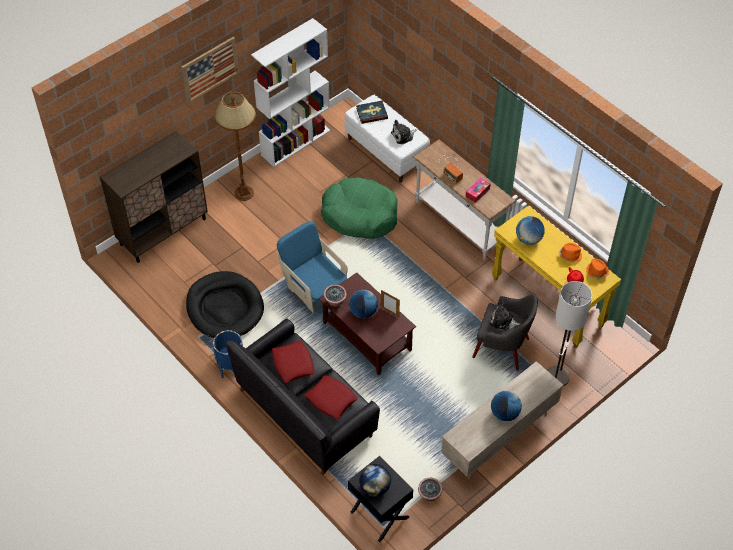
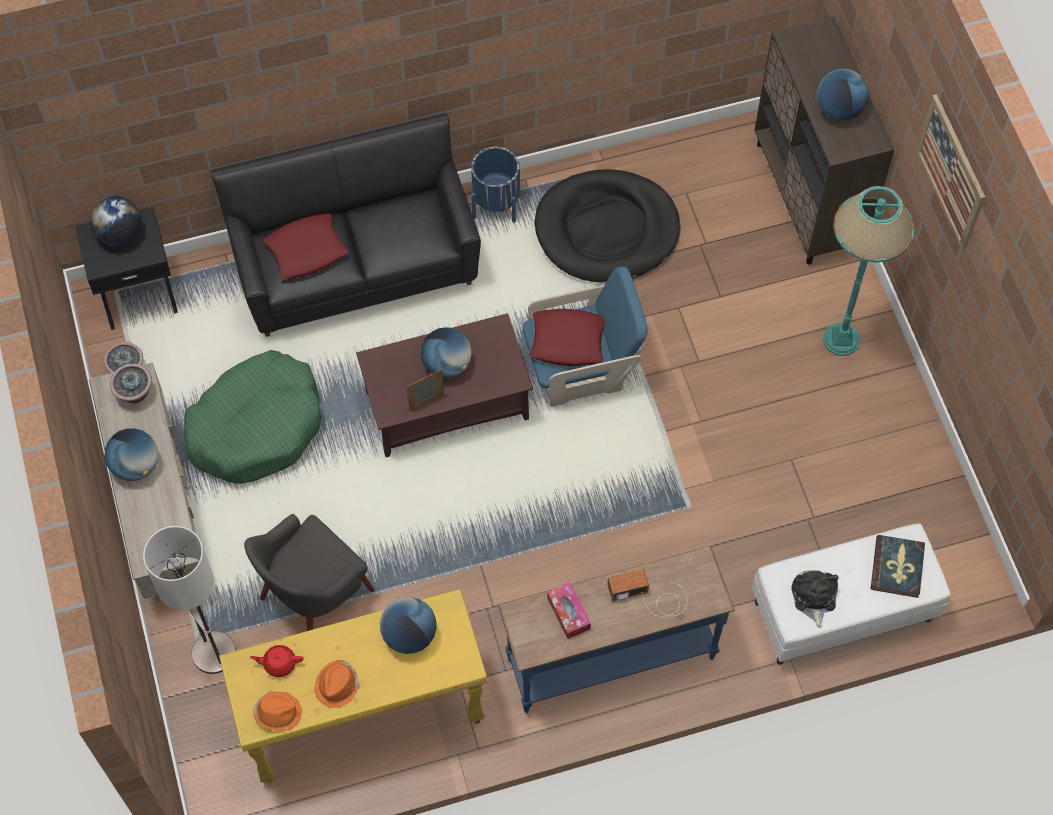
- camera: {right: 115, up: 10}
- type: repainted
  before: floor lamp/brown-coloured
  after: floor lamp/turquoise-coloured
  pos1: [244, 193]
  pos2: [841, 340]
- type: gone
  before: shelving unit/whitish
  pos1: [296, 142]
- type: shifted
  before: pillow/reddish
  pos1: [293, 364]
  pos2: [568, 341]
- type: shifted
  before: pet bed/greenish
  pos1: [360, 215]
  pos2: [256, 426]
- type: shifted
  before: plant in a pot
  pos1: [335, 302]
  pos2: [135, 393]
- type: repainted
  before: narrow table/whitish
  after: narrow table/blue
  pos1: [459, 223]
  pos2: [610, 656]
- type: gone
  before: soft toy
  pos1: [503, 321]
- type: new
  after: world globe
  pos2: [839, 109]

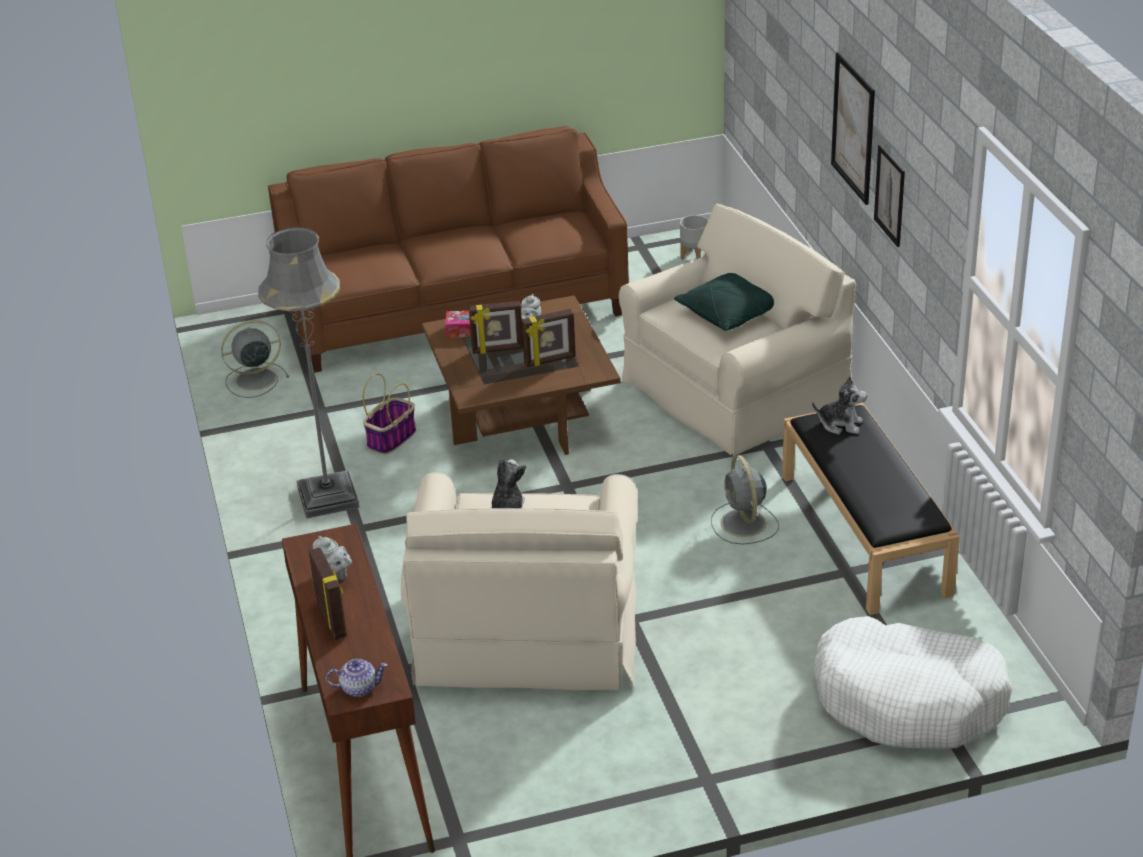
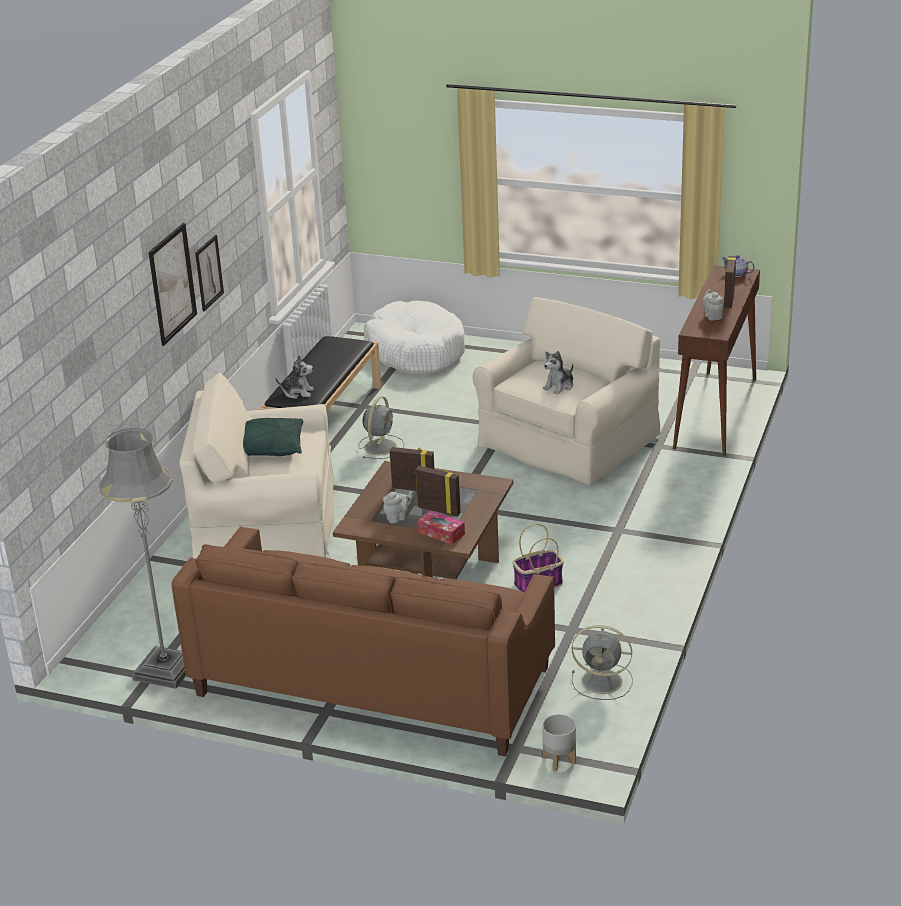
- camera: {right: -145, up: -5}
- type: shifted
  before: floor lamp/gray
  pos1: [328, 497]
  pos2: [165, 670]
- type: shifted
  before: flower pot/gray
  pos1: [694, 256]
  pos2: [558, 760]
- type: rotated
  before: soft toy
  pos1: [840, 424]
  pos2: [297, 392]
  turn: 135

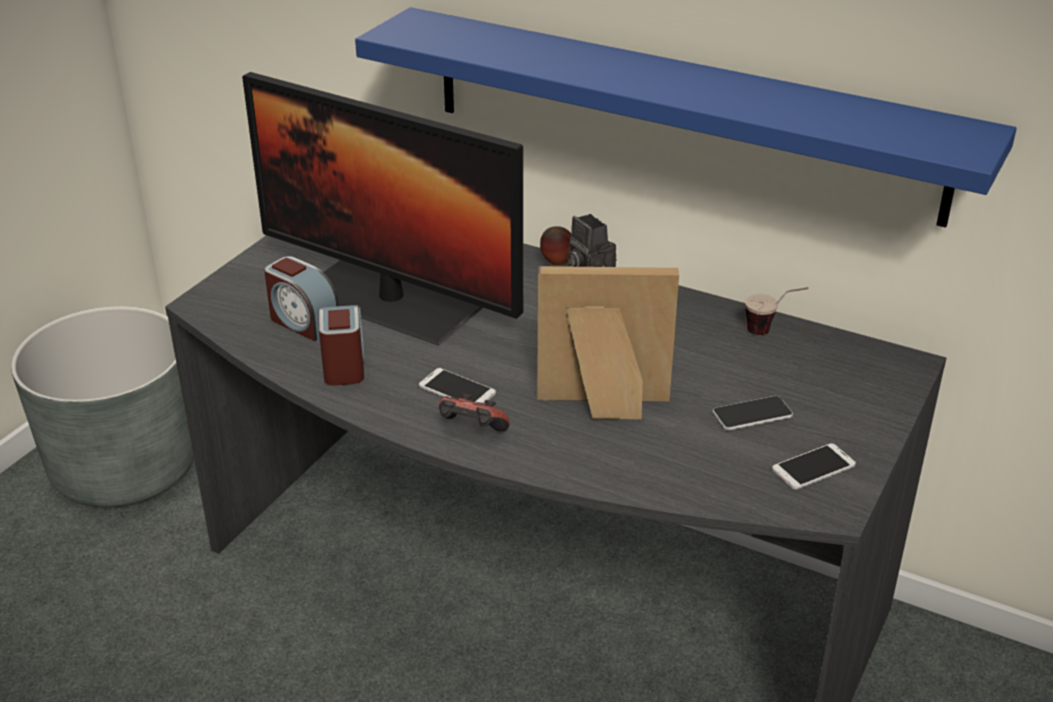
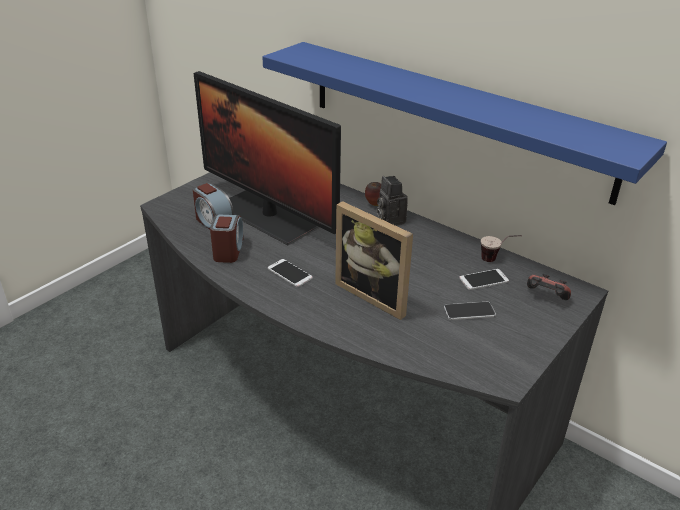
- camera: {right: 10, up: 0}
- type: gone
  before: flower pot/gray
  pos1: [125, 468]
- type: shifted
  before: game controller
  pos1: [471, 431]
  pos2: [545, 298]
- type: rotated
  before: standing frame
  pos1: [603, 406]
  pos2: [376, 294]
  turn: -150
- type: shifted
  before: telephone
  pos1: [813, 467]
  pos2: [483, 280]

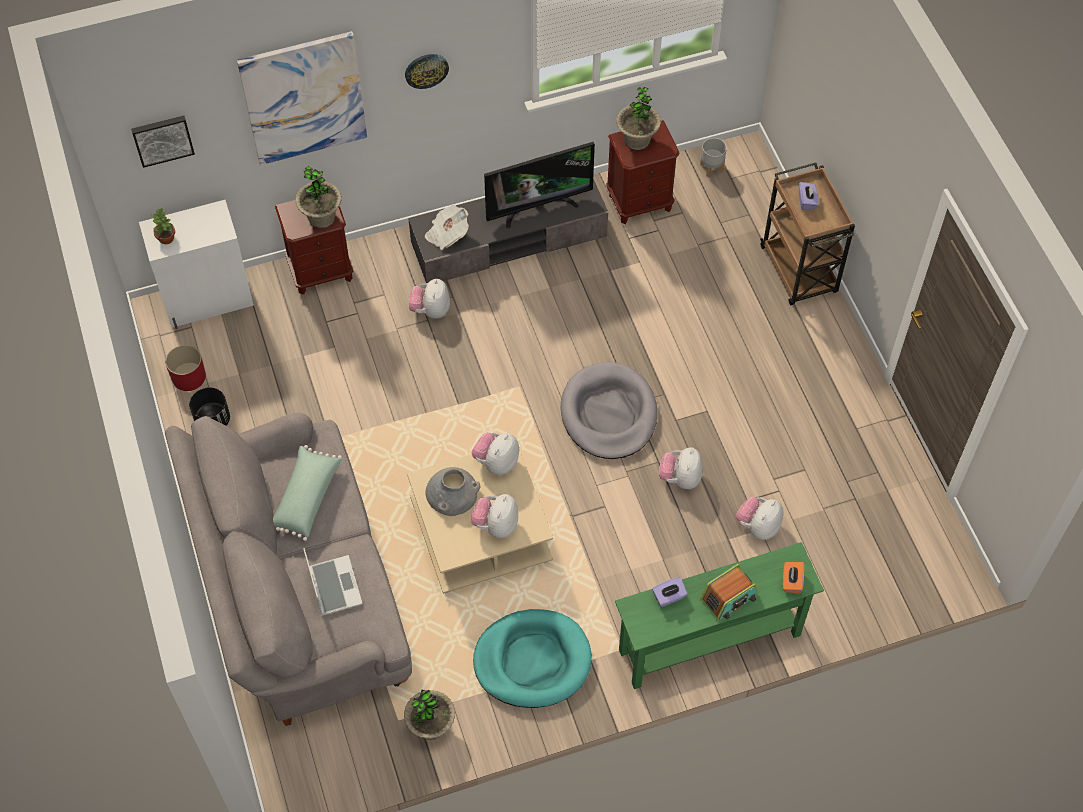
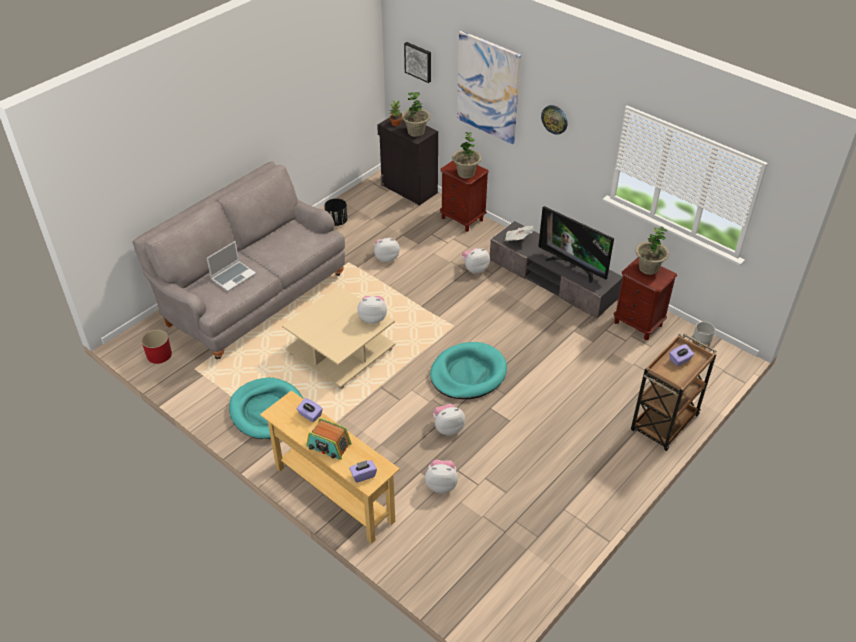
- camera: {right: 60, up: -15}
- type: repainted
  before: storage cabinet/whitish
  after: storage cabinet/blackish
  pos1: [208, 300]
  pos2: [409, 189]
- type: shifted
  before: flower pot/reddish
  pos1: [188, 377]
  pos2: [159, 355]
- type: gone
  before: pillow/greenish
  pos1: [305, 497]
- type: shifted
  before: plant in a pot
  pos1: [431, 726]
  pos2: [416, 132]
- type: gone
  before: flower vase/gray
  pos1: [452, 493]
- type: shifted
  before: soft toy
  pos1: [496, 525]
  pos2: [386, 258]
- type: repainted
  before: pet bed/gray
  after: pet bed/turquoise-coloured
  pos1: [608, 414]
  pos2: [468, 373]
- type: repainted
  before: narrow table/greenish
  after: narrow table/sand-coloured
  pos1: [710, 643]
  pos2: [333, 494]
- type: repainted
  before: tissue box/orange-coloured
  after: tissue box/purple
  pos1: [791, 582]
  pos2: [363, 475]

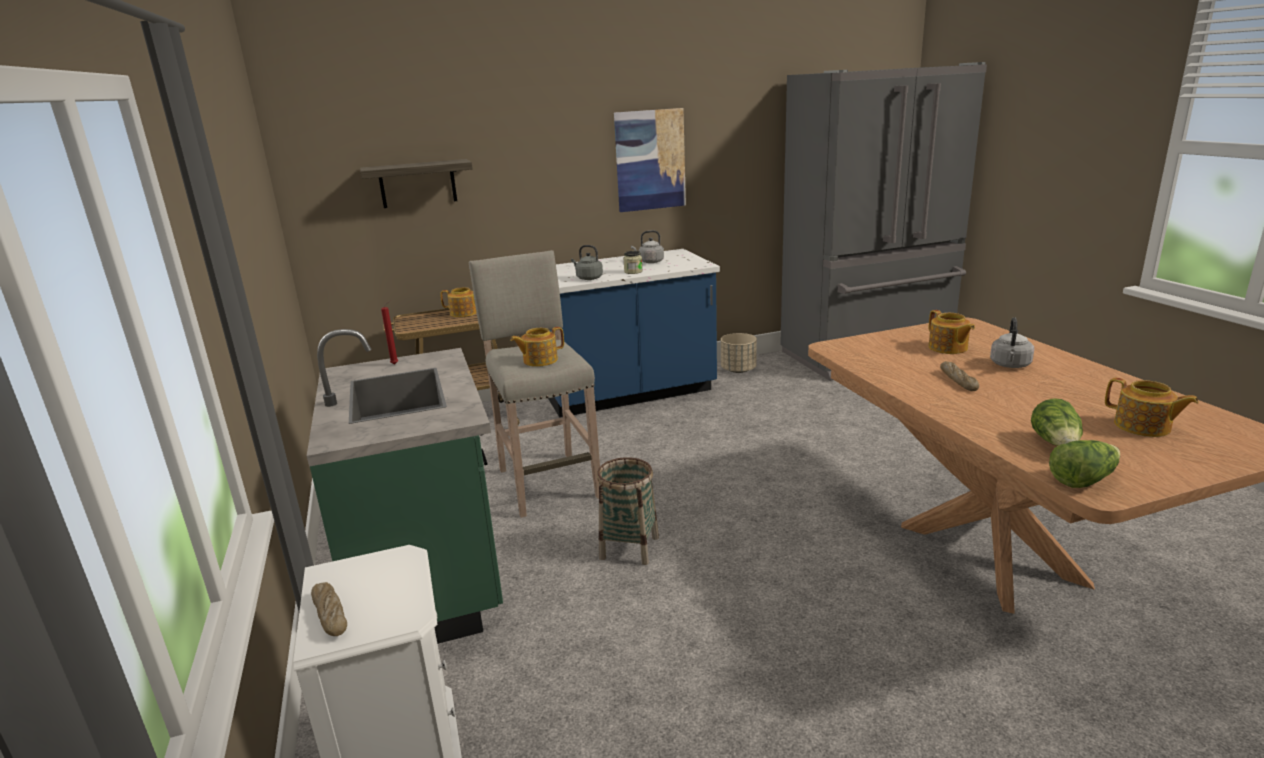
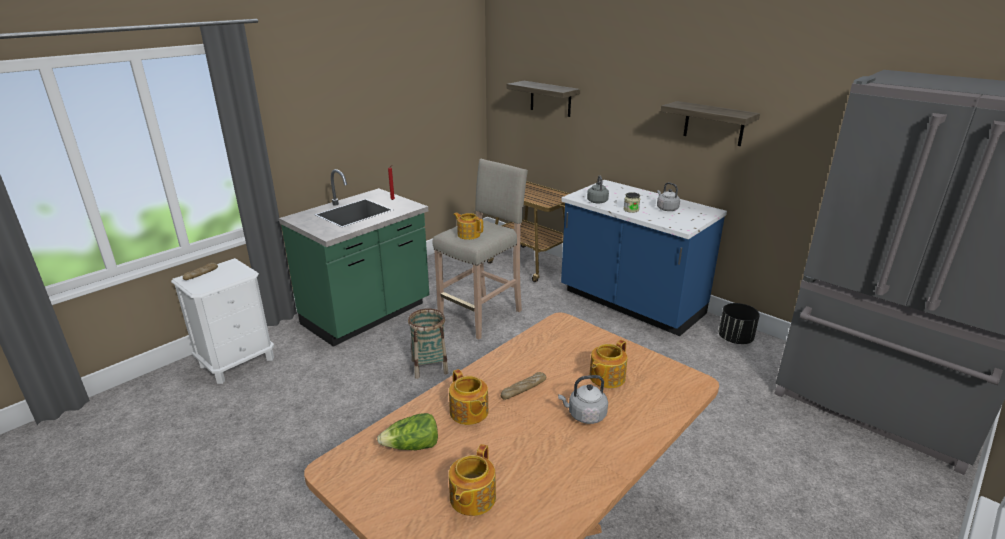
- camera: {right: 60, up: 5}
- type: shifted
  before: tea pot
  pos1: [464, 313]
  pos2: [469, 412]
- type: swapped
  before: wall art
  after: bracket shelf
  pos1: [650, 160]
  pos2: [714, 123]
- type: repainted
  before: flower pot/sand-coloured
  after: flower pot/blackish
  pos1: [738, 370]
  pos2: [735, 339]
- type: gone
  before: lettuce head
  pos1: [1082, 479]

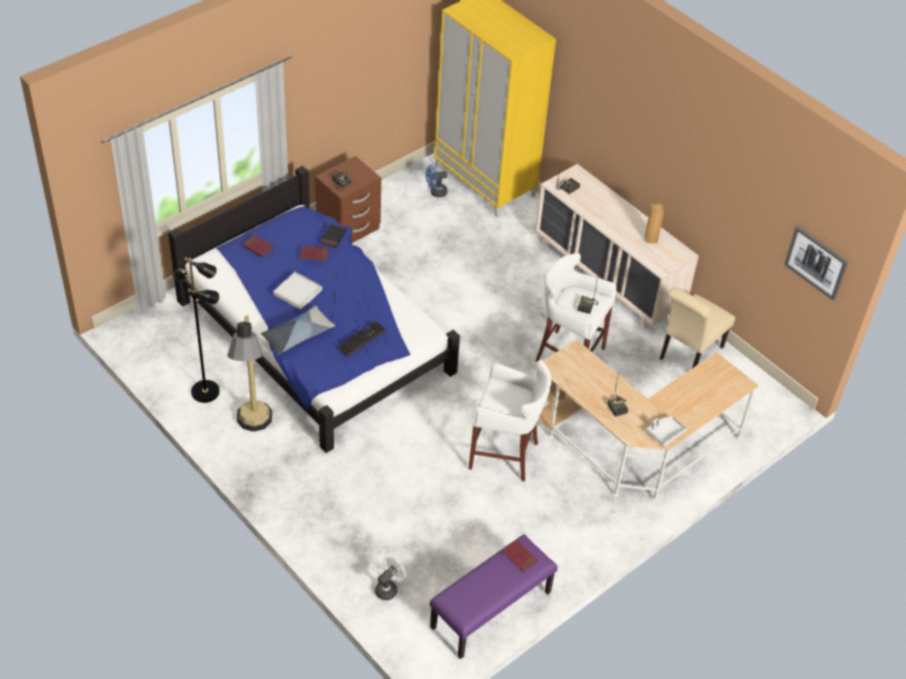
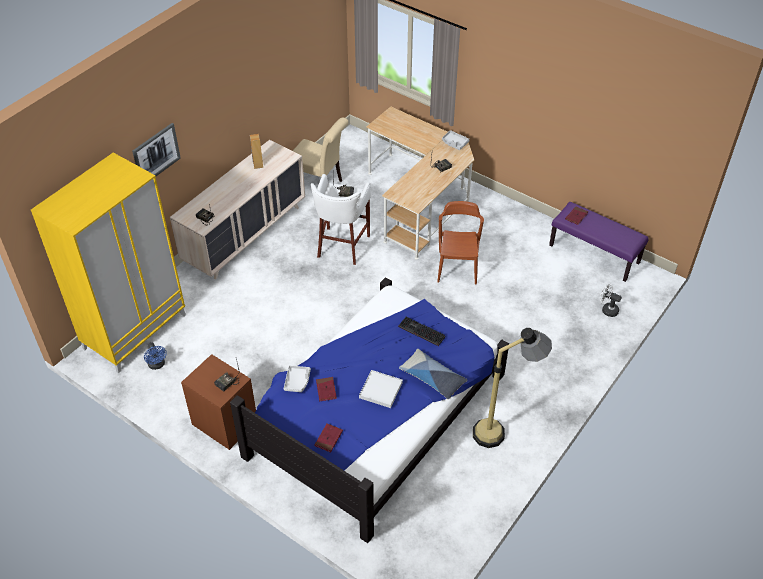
- camera: {right: -100, up: 0}
- type: gone
  before: floor lamp/blackish
  pos1: [206, 391]
- type: swapped
  before: book/blackish
  after: carrying tray/gray
  pos1: [333, 237]
  pos2: [297, 381]
- type: swapped
  before: stool/whitish
  after: upright chair/brown-coloured
  pos1: [505, 455]
  pos2: [457, 267]
- type: shifted
  before: wall art
  pos1: [816, 262]
  pos2: [156, 154]

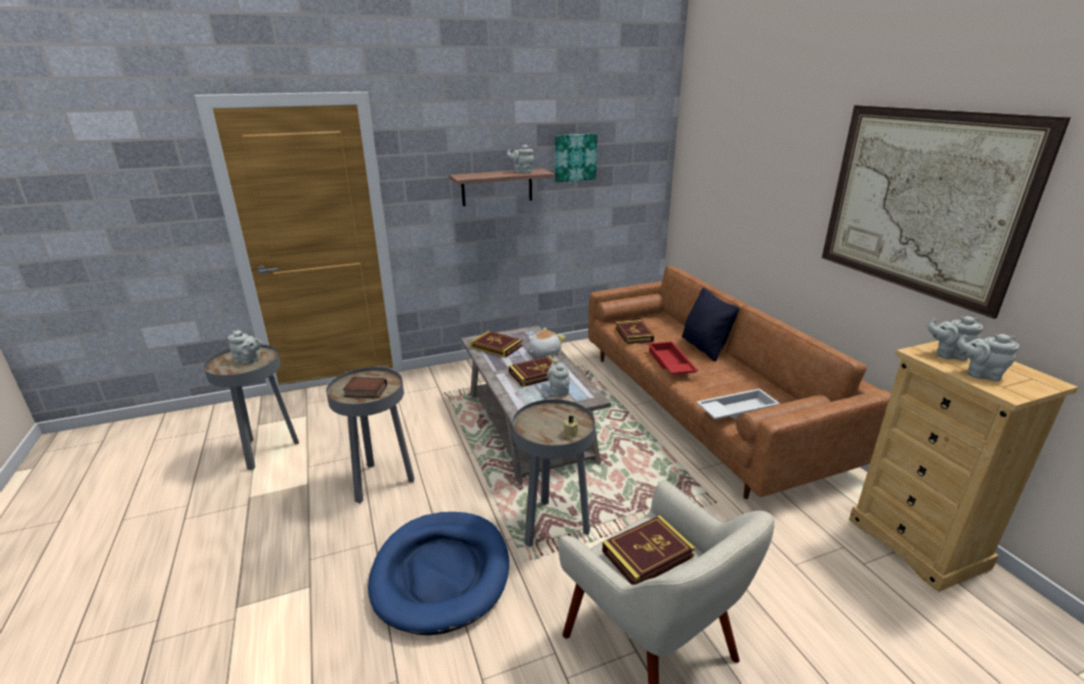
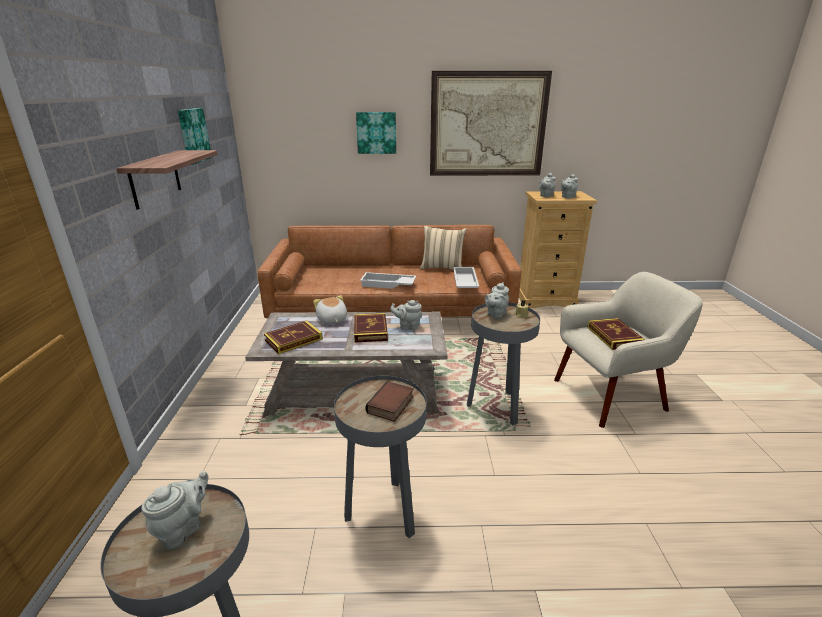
- camera: {right: -70, up: 0}
- type: gone
  before: pet bed/blue
  pos1: [441, 573]
- type: shifted
  before: tea pot/gray
  pos1: [522, 172]
  pos2: [495, 314]
- type: gone
  before: book
  pos1: [633, 334]
- type: repainted
  before: carrying tray/reddish
  after: carrying tray/whitish
  pos1: [669, 364]
  pos2: [387, 284]
- type: gone
  before: pillow/blackish
  pos1: [704, 347]
- type: new
  after: wall art
  pos2: [376, 133]
- type: new
  after: pillow/sand-coloured
  pos2: [442, 268]

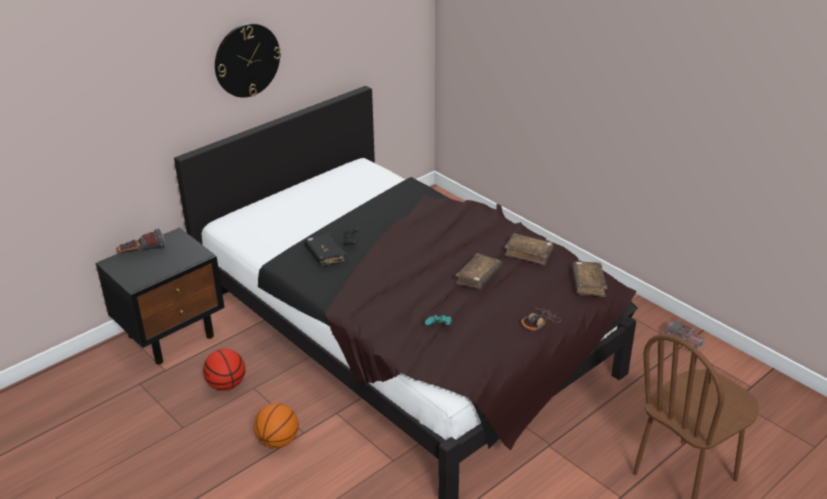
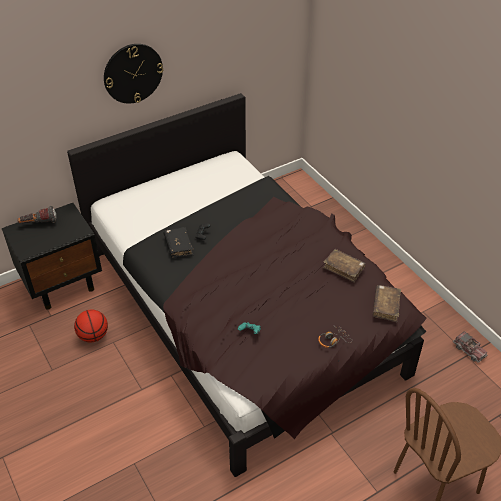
- camera: {right: 10, up: 10}
- type: gone
  before: basketball ball
  pos1: [278, 441]
- type: gone
  before: book/brown-coloured
  pos1: [478, 277]

